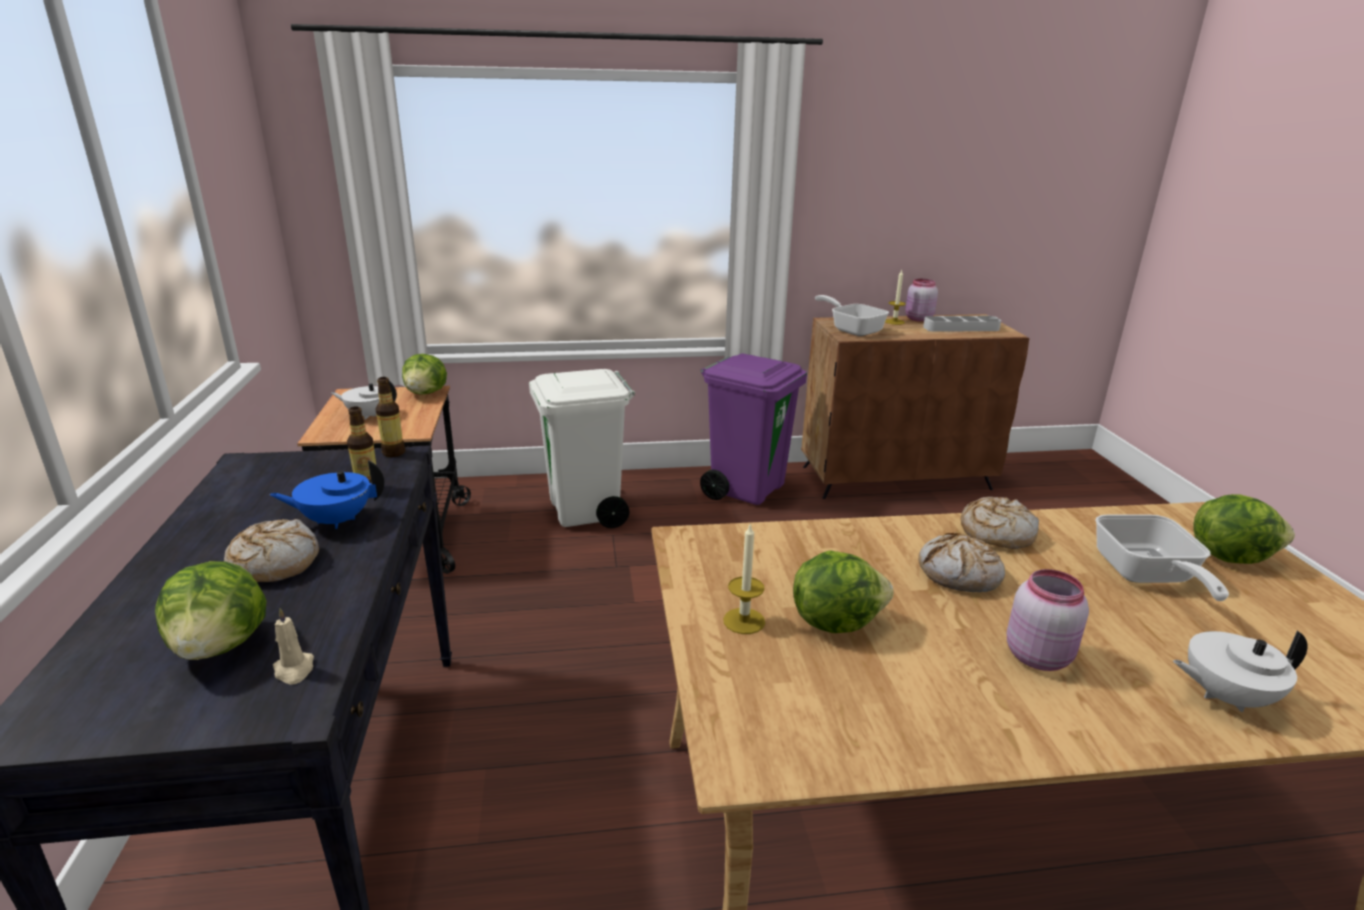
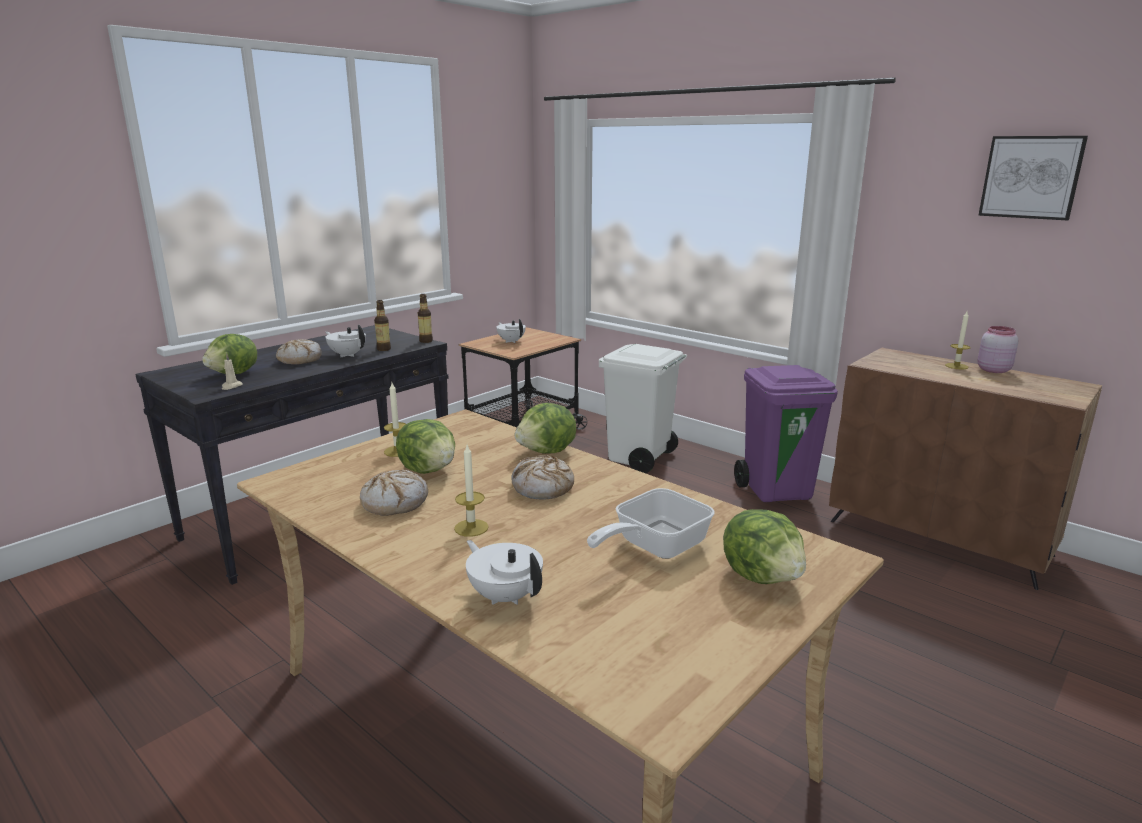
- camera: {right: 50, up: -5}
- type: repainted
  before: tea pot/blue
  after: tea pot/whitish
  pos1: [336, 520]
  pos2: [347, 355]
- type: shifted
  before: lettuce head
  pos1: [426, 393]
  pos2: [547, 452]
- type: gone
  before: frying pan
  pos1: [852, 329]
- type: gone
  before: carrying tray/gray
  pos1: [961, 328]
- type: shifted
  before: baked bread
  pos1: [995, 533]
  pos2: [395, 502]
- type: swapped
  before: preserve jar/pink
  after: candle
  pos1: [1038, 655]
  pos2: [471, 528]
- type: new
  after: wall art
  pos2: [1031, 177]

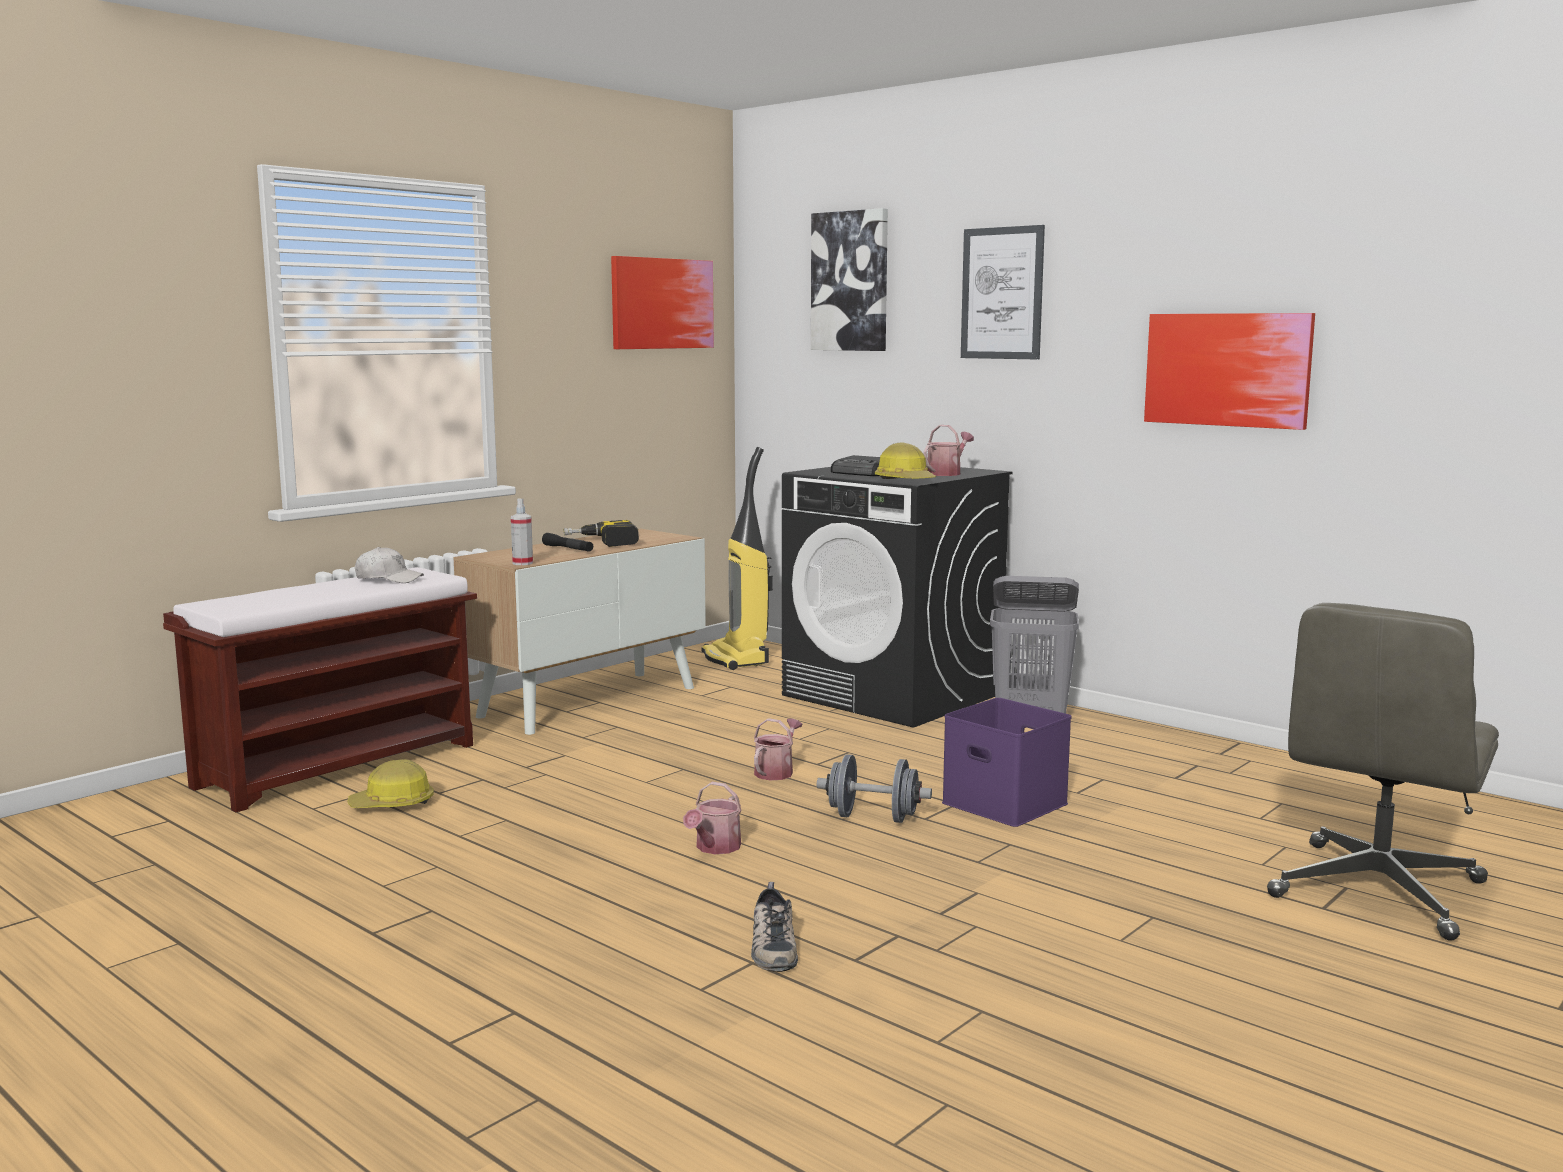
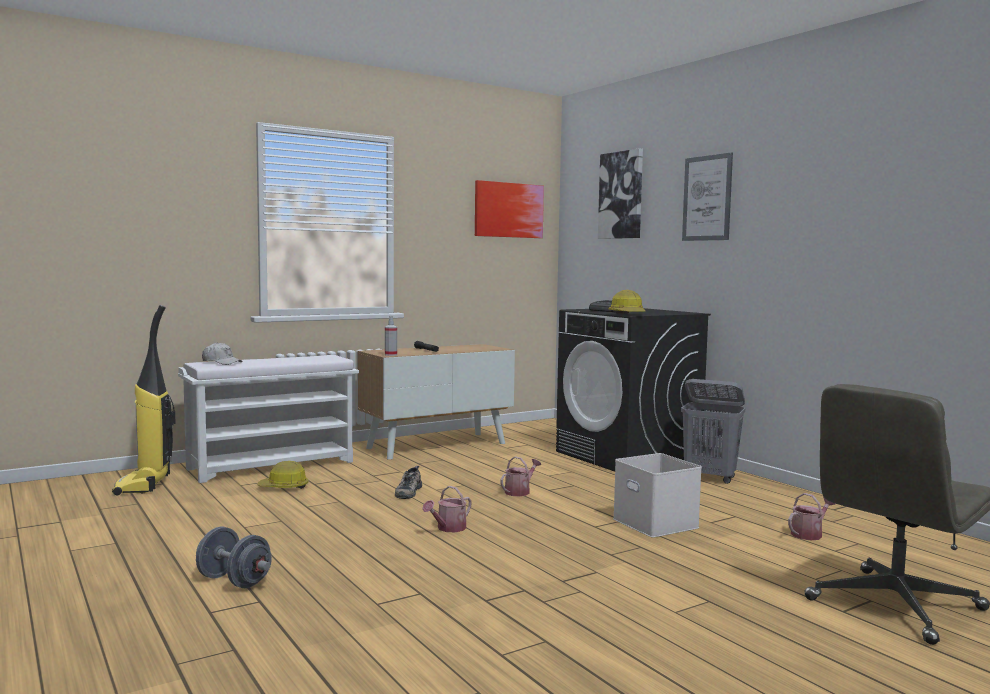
- camera: {right: 15, up: -5}
- type: repainted
  before: long seat/brown-coloured
  after: long seat/whitish
  pos1: [339, 765]
  pos2: [272, 465]
- type: shifted
  before: peaked cap/whitish
  pos1: [388, 579]
  pos2: [221, 362]
- type: gone
  before: electric drill
  pos1: [602, 542]
- type: shifted
  before: vacuum cleaner
  pos1: [737, 659]
  pos2: [144, 485]
- type: shifted
  before: low shoe
  pos1: [771, 946]
  pos2: [408, 491]
- type: shifted
  before: dumbbell/gray
  pos1: [873, 817]
  pos2: [234, 581]
- type: shifted
  before: sprinkling can
  pos1: [946, 473]
  pos2: [809, 534]
- type: repainted
  before: storage bin/purple
  after: storage bin/whitish
  pos1: [1001, 803]
  pos2: [653, 523]
- type: gone
  before: wall art
  pos1: [1227, 369]

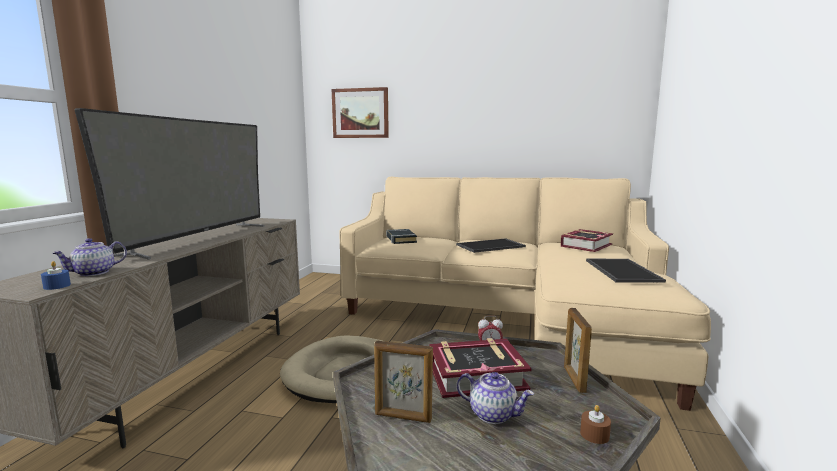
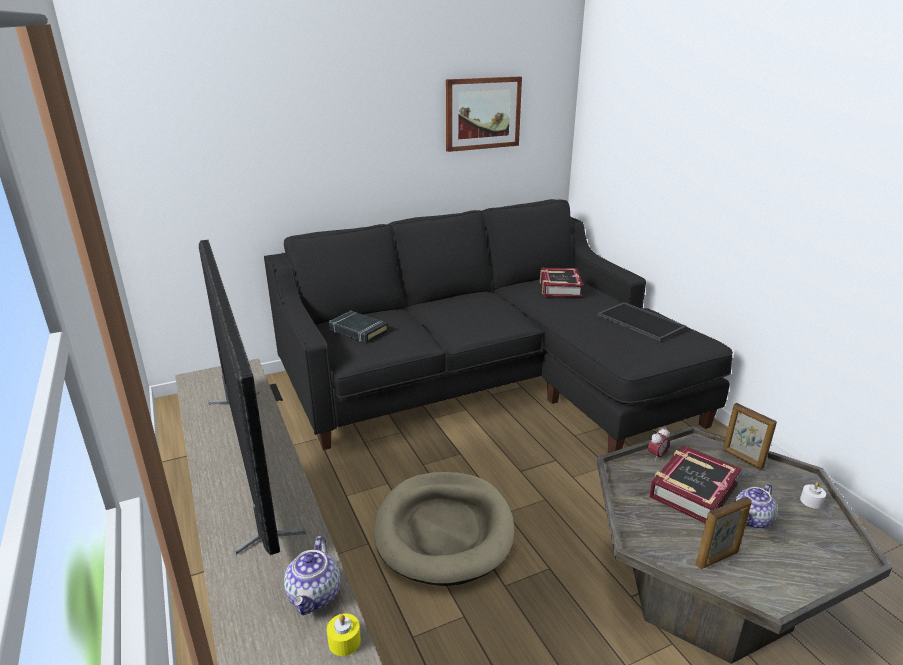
- camera: {right: -40, up: 15}
- type: repainted
  before: candle/blue
  after: candle/yellowish
  pos1: [57, 286]
  pos2: [344, 641]
- type: shifted
  before: wall art
  pos1: [360, 113]
  pos2: [482, 113]
- type: repainted
  before: couch/sand-coloured
  after: couch/blackish
  pos1: [510, 317]
  pos2: [491, 381]
- type: gone
  before: carrying tray
  pos1: [490, 246]
- type: rotated
  before: tea pot
  pos1: [493, 414]
  pos2: [752, 519]
  turn: 150
- type: repainted
  before: candle/brown-coloured
  after: candle/whitish
  pos1: [594, 434]
  pos2: [811, 501]

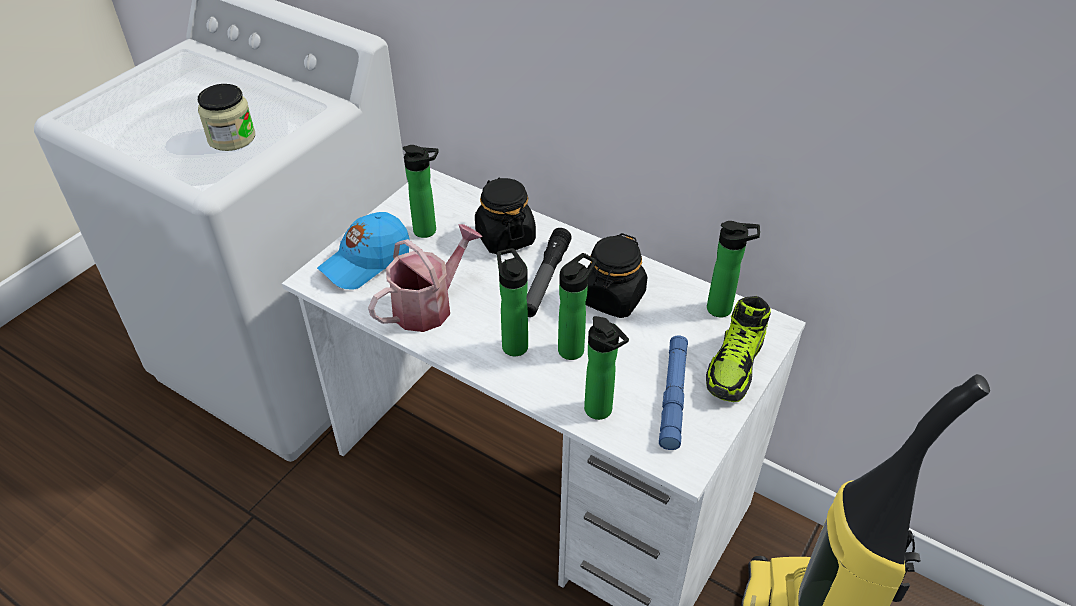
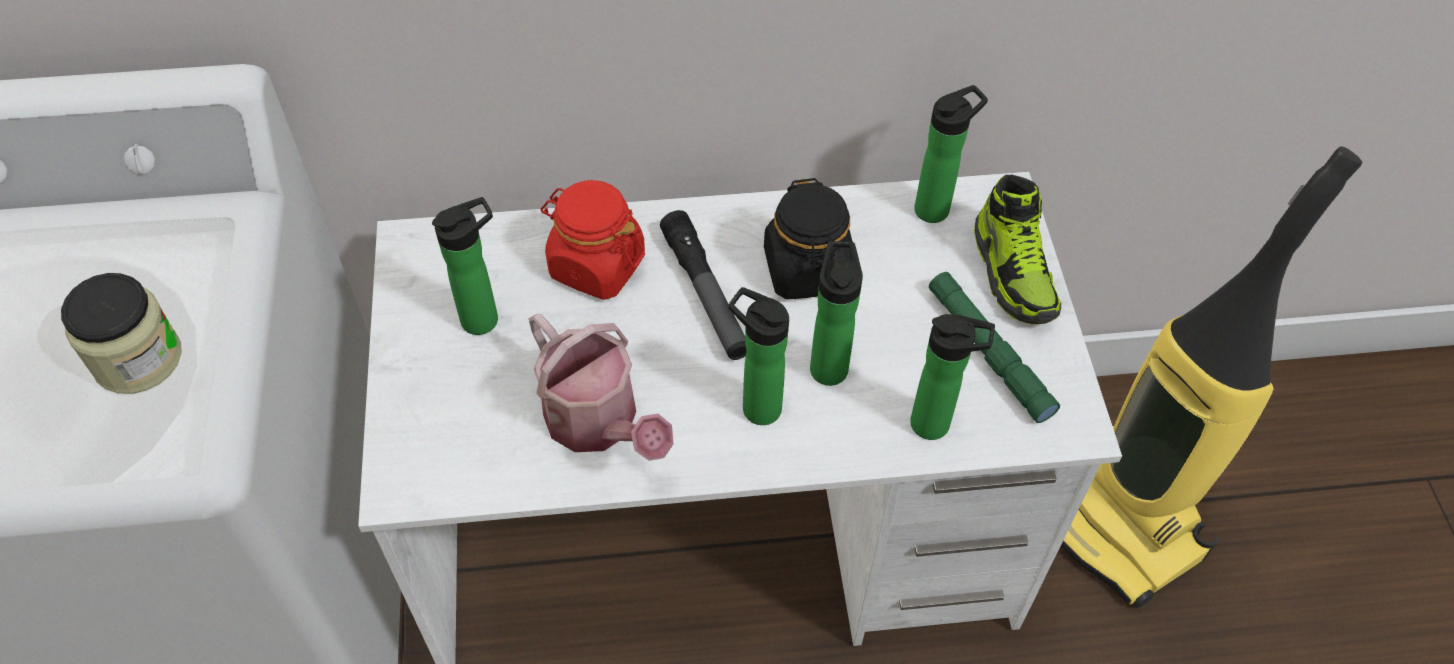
- camera: {right: -40, up: 10}
- type: gone
  before: peaked cap/blue
  pos1: [366, 262]
- type: rotated
  before: sprinkling can
  pos1: [429, 305]
  pos2: [599, 423]
  turn: 135
- type: repainted
  before: preserve jar/blackish
  after: preserve jar/reddish
  pos1: [505, 237]
  pos2: [596, 266]
- type: repainted
  before: torch/blue
  after: torch/greenish
  pos1: [673, 396]
  pos2: [989, 352]

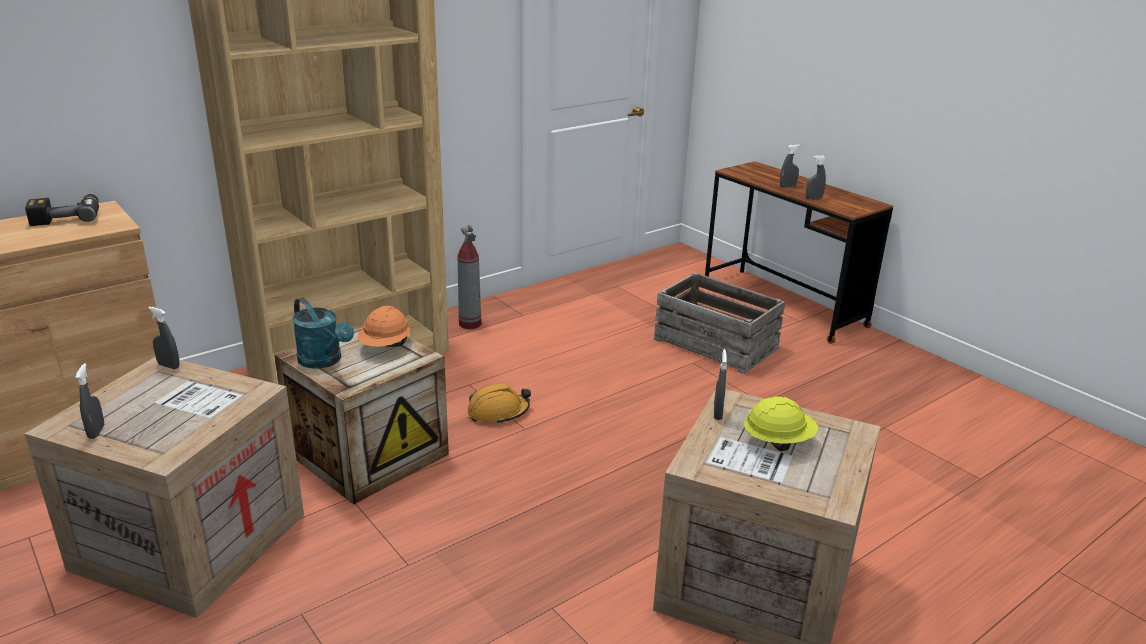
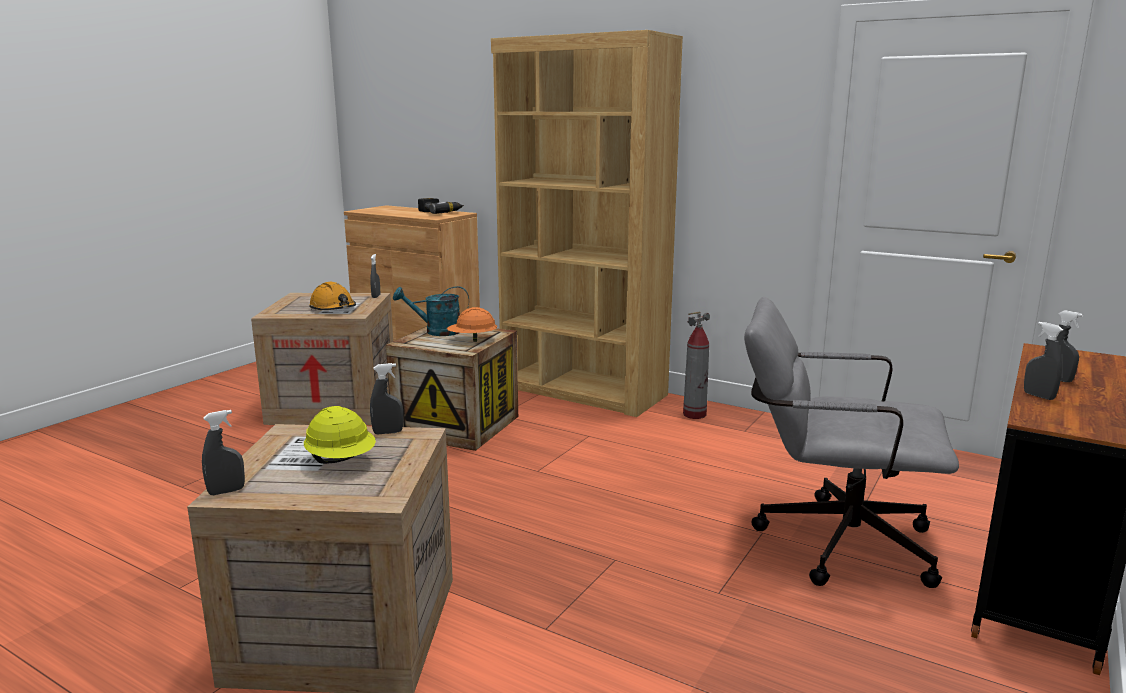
- camera: {right: 70, up: -10}
- type: shifted
  before: hand sprayer/gray
  pos1: [96, 432]
  pos2: [226, 491]
- type: rotated
  before: sprinkling can/turquoise-coloured
  pos1: [324, 361]
  pos2: [436, 332]
  turn: 60
- type: shifted
  before: hard hat/orange-coloured
  pos1: [498, 412]
  pos2: [333, 309]
- type: swapped
  before: shipping crate
  after: computer chair/gray
  pos1: [715, 344]
  pos2: [829, 540]

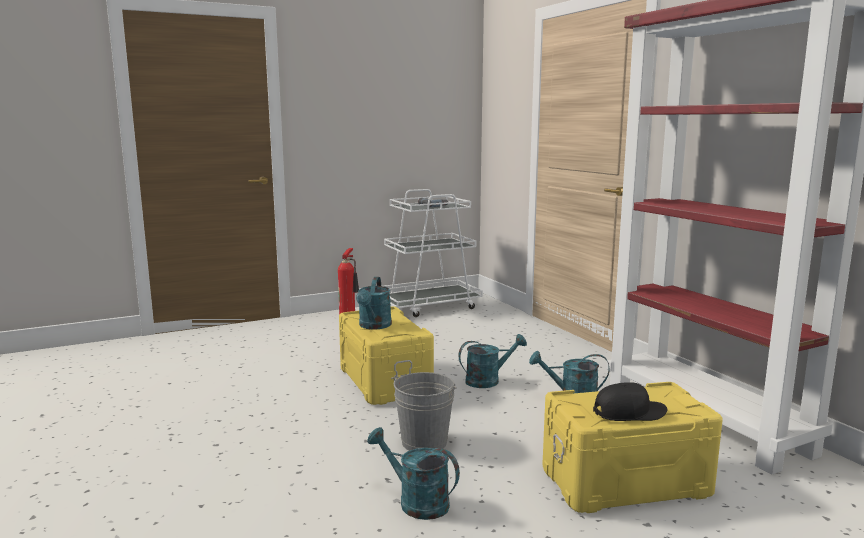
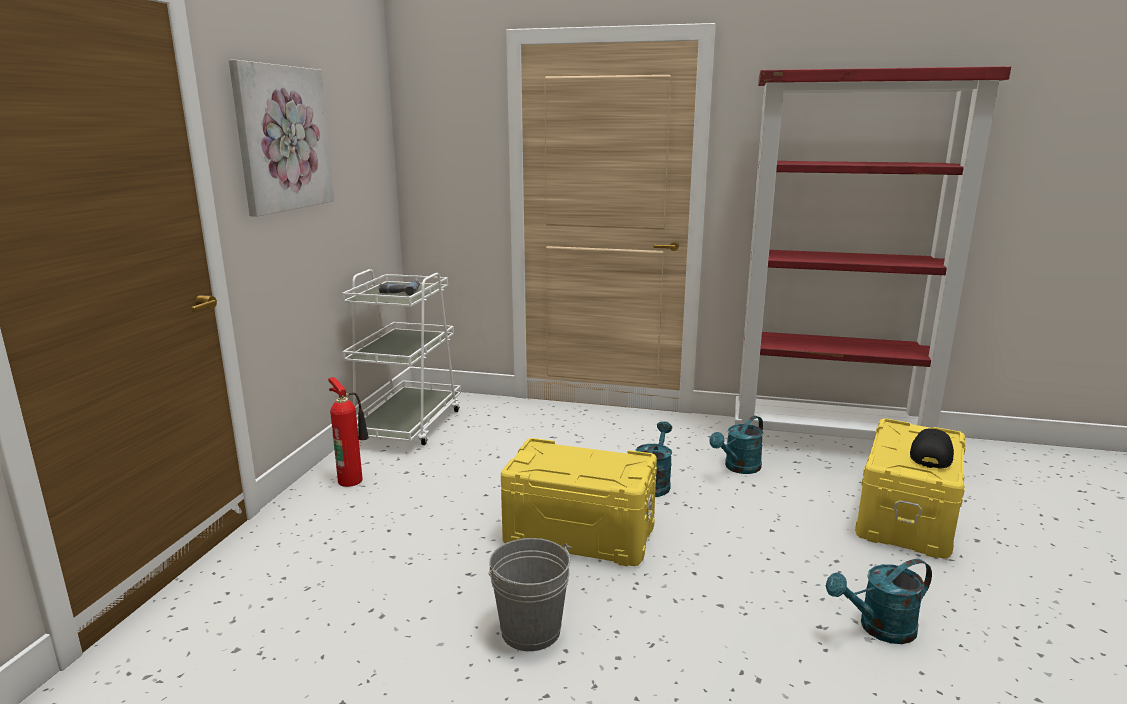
- camera: {right: -50, up: 5}
- type: gone
  before: sprinkling can/turquoise-coloured
  pos1: [374, 326]
- type: shifted
  before: water bucket/gray
  pos1: [424, 442]
  pos2: [530, 630]
- type: new
  after: wall art
  pos2: [282, 138]

